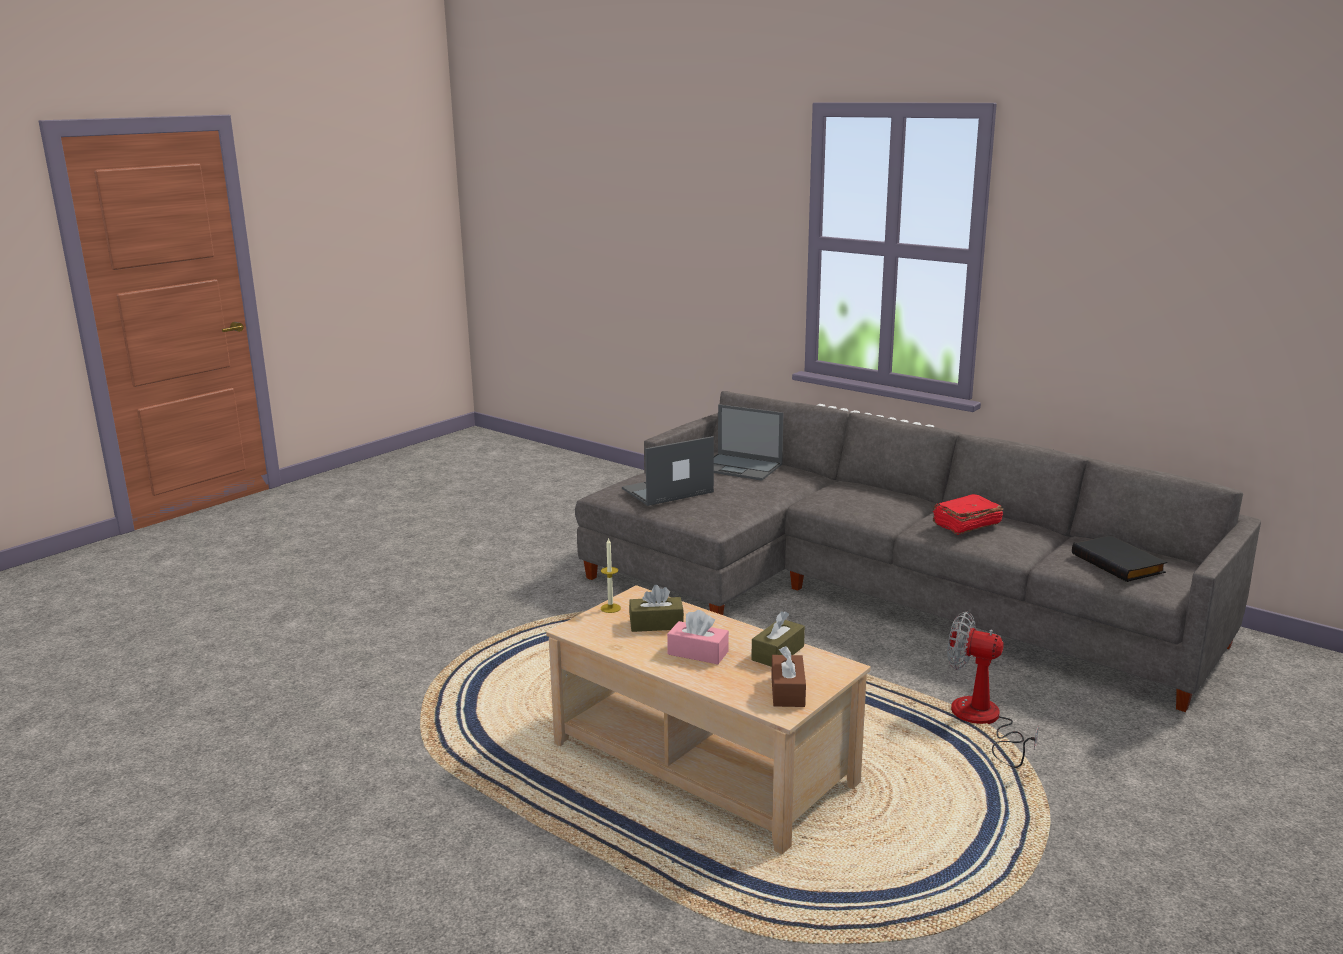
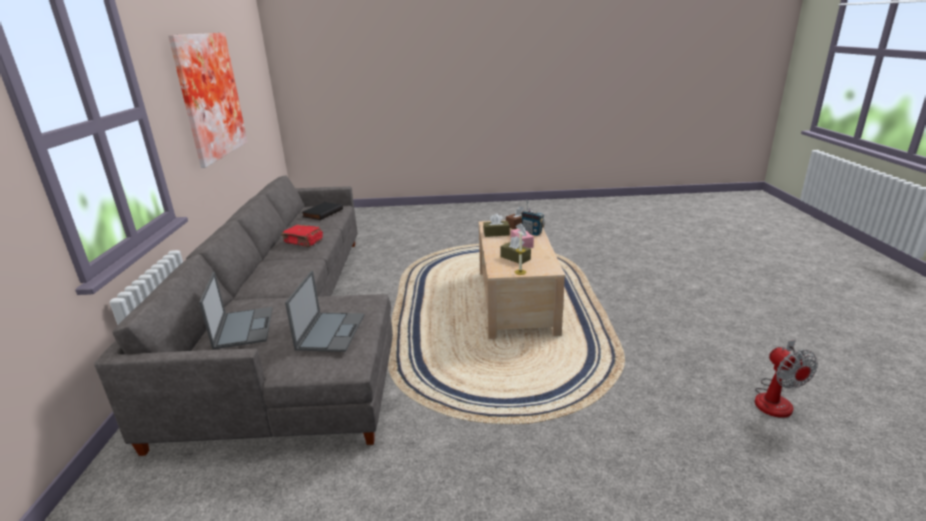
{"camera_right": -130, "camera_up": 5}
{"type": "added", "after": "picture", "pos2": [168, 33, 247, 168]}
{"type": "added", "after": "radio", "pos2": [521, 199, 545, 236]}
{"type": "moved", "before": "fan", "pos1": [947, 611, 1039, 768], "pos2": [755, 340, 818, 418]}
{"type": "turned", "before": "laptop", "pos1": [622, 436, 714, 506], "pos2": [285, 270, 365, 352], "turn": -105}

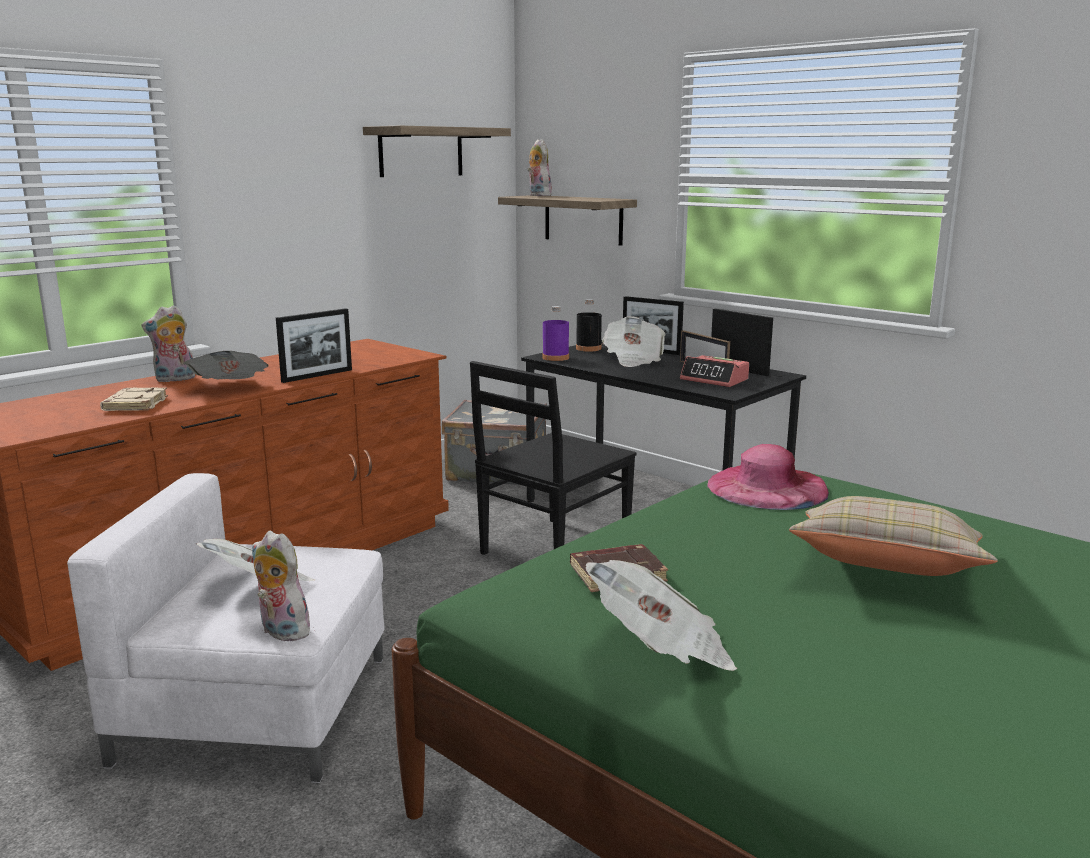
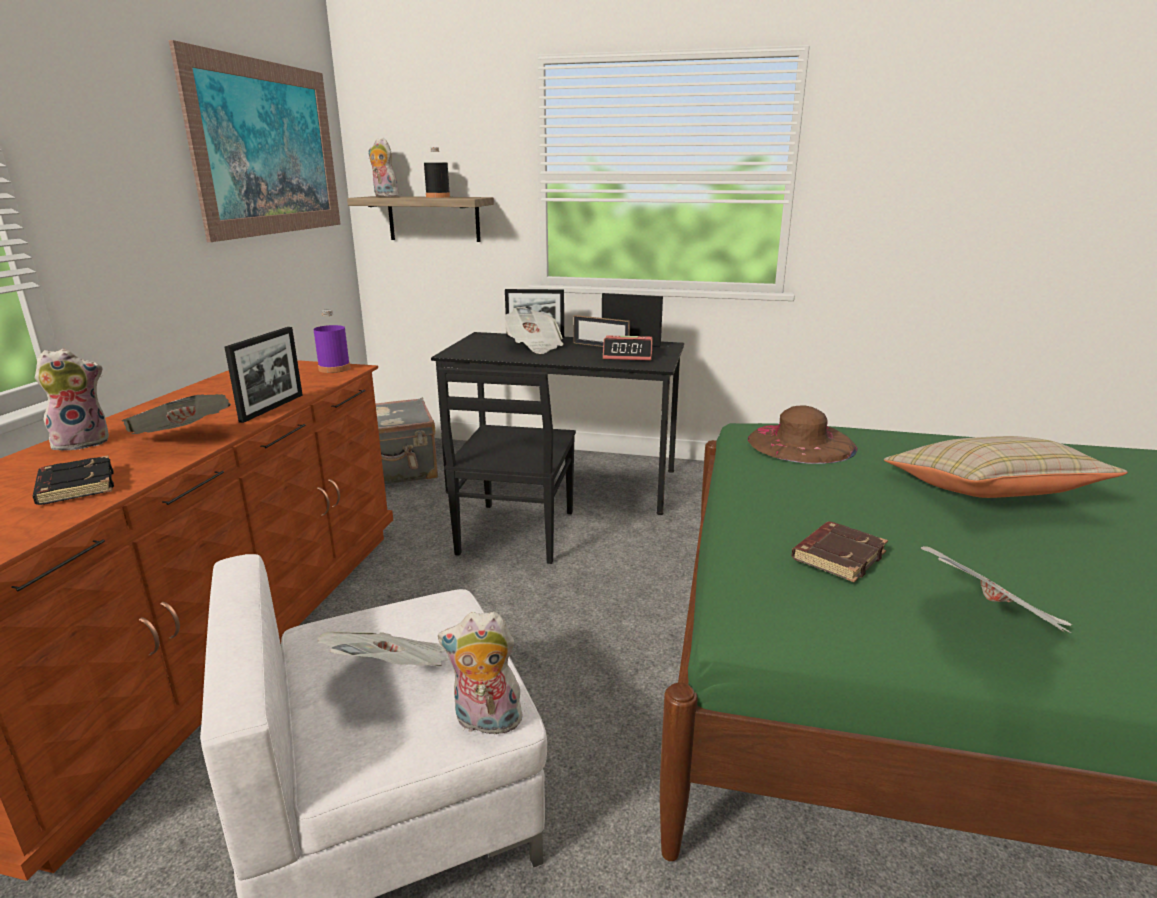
{"camera_right": -30, "camera_up": 5}
{"type": "moved", "before": "bottle/purple", "pos1": [542, 306, 569, 361], "pos2": [313, 309, 350, 373]}
{"type": "moved", "before": "bottle/black", "pos1": [576, 299, 602, 351], "pos2": [424, 147, 450, 198]}
{"type": "replaced", "before": "shelf", "after": "picture", "pos1": [363, 126, 511, 177], "pos2": [169, 40, 340, 242]}
{"type": "recoloured", "before": "book/beige", "after": "book/black", "pos1": [100, 387, 168, 411], "pos2": [33, 455, 114, 505]}
{"type": "recoloured", "before": "hat/pink", "after": "hat/brown", "pos1": [707, 444, 829, 510], "pos2": [748, 406, 858, 464]}
{"type": "turned", "before": "plush toy", "pos1": [141, 305, 195, 383], "pos2": [35, 349, 109, 451], "turn": -150}

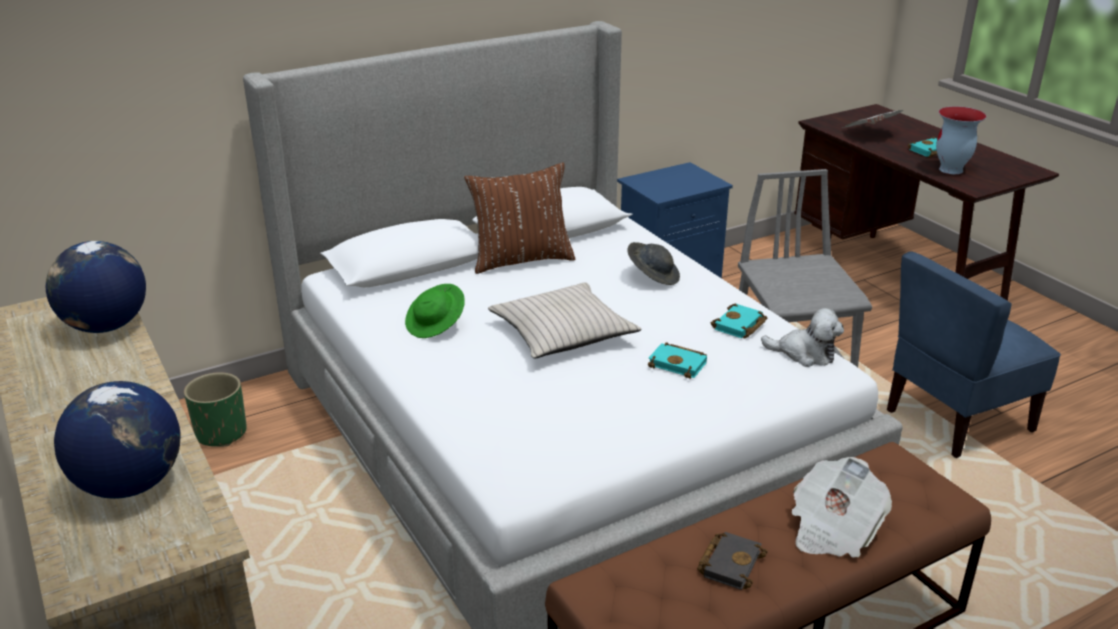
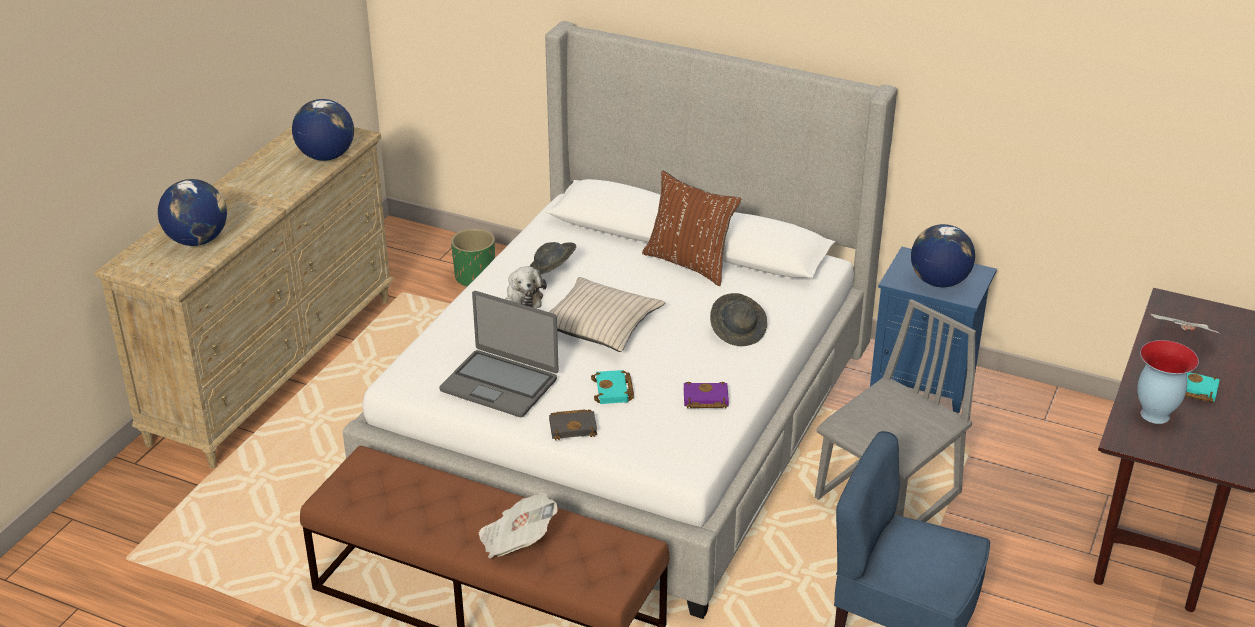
{"camera_right": 55, "camera_up": 5}
{"type": "added", "after": "laptop", "pos2": [439, 291, 558, 417]}
{"type": "added", "after": "globe", "pos2": [911, 224, 975, 287]}
{"type": "moved", "before": "book/black", "pos1": [697, 532, 767, 590], "pos2": [549, 409, 597, 440]}
{"type": "moved", "before": "plush toy", "pos1": [761, 308, 844, 367], "pos2": [505, 266, 547, 308]}
{"type": "recoloured", "before": "hat/green", "after": "hat/grey", "pos1": [405, 284, 464, 338], "pos2": [530, 242, 576, 274]}
{"type": "recoloured", "before": "book/turquoise", "after": "book/purple", "pos1": [711, 304, 767, 338], "pos2": [684, 381, 729, 408]}

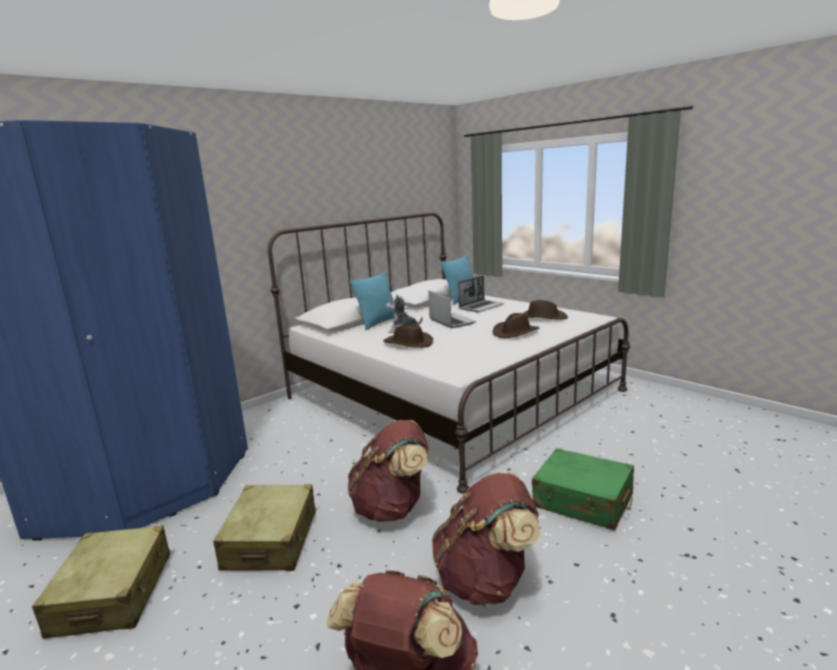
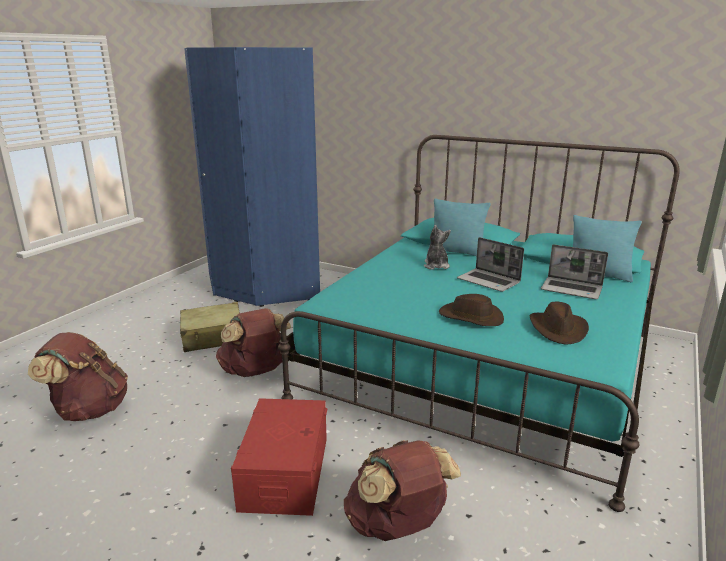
{"camera_right": 70, "camera_up": 5}
{"type": "removed", "before": "suitcase/beige", "pos1": [32, 526, 170, 639]}
{"type": "removed", "before": "hat/brown", "pos1": [383, 324, 433, 348]}
{"type": "moved", "before": "backpack/brown", "pos1": [432, 472, 540, 605], "pos2": [344, 440, 461, 541]}
{"type": "replaced", "before": "suitcase/green", "after": "storage box/red", "pos1": [532, 448, 634, 531], "pos2": [231, 398, 327, 516]}
{"type": "recoloured", "before": "bed/white", "after": "bed/turquoise", "pos1": [268, 212, 630, 493], "pos2": [278, 135, 680, 512]}
{"type": "turned", "before": "laptop", "pos1": [428, 291, 476, 328], "pos2": [457, 237, 524, 292], "turn": 90}

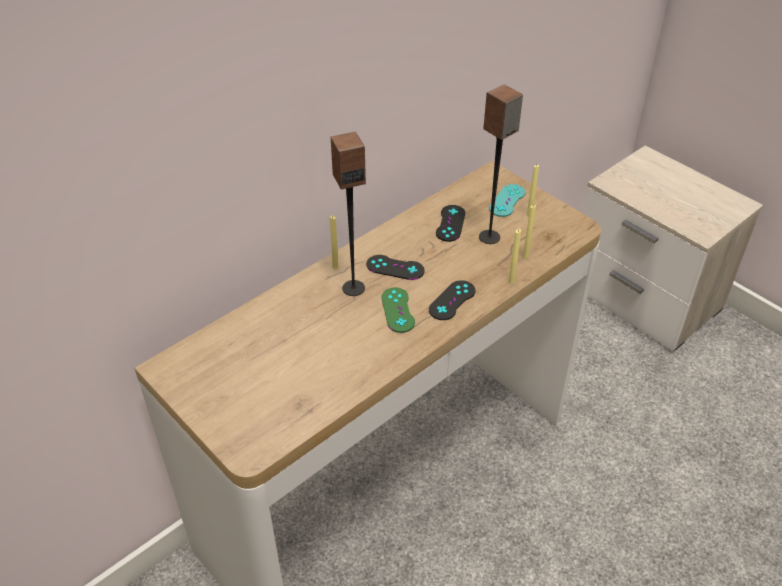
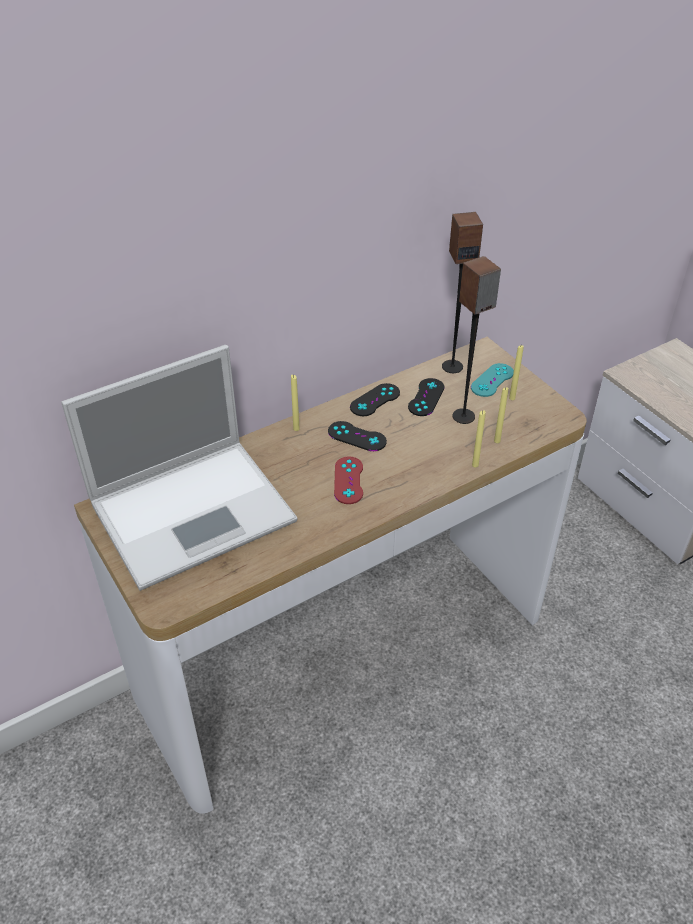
{"camera_right": 10, "camera_up": 0}
{"type": "added", "after": "laptop", "pos2": [61, 345, 298, 591]}
{"type": "moved", "before": "speaker", "pos1": [331, 132, 366, 296], "pos2": [442, 212, 483, 373]}
{"type": "moved", "before": "game controller/black", "pos1": [429, 280, 475, 320], "pos2": [350, 383, 400, 416]}
{"type": "recoloured", "before": "game controller/green", "after": "game controller/red", "pos1": [382, 287, 415, 333], "pos2": [334, 456, 363, 504]}

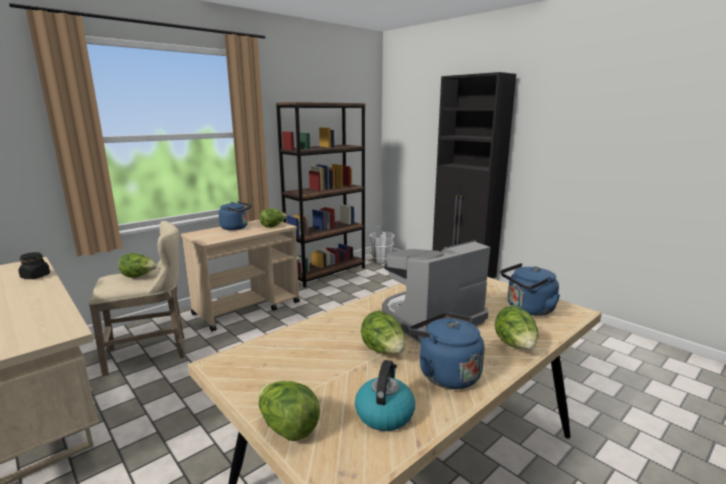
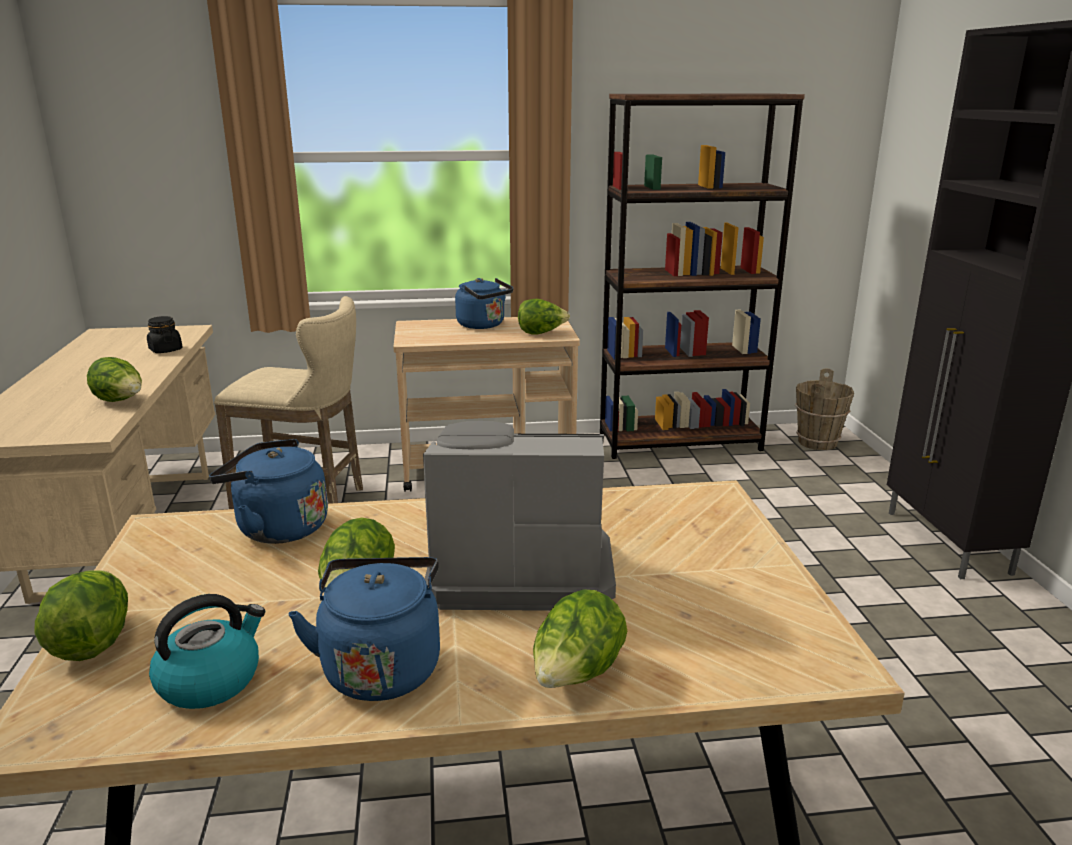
{"camera_right": 35, "camera_up": 5}
{"type": "moved", "before": "lettuce", "pos1": [119, 253, 158, 278], "pos2": [87, 357, 142, 402]}
{"type": "moved", "before": "kettle/blue", "pos1": [501, 263, 560, 316], "pos2": [209, 439, 328, 544]}
{"type": "recoloured", "before": "bucket/white", "after": "bucket/brown", "pos1": [369, 226, 394, 263], "pos2": [795, 368, 854, 450]}

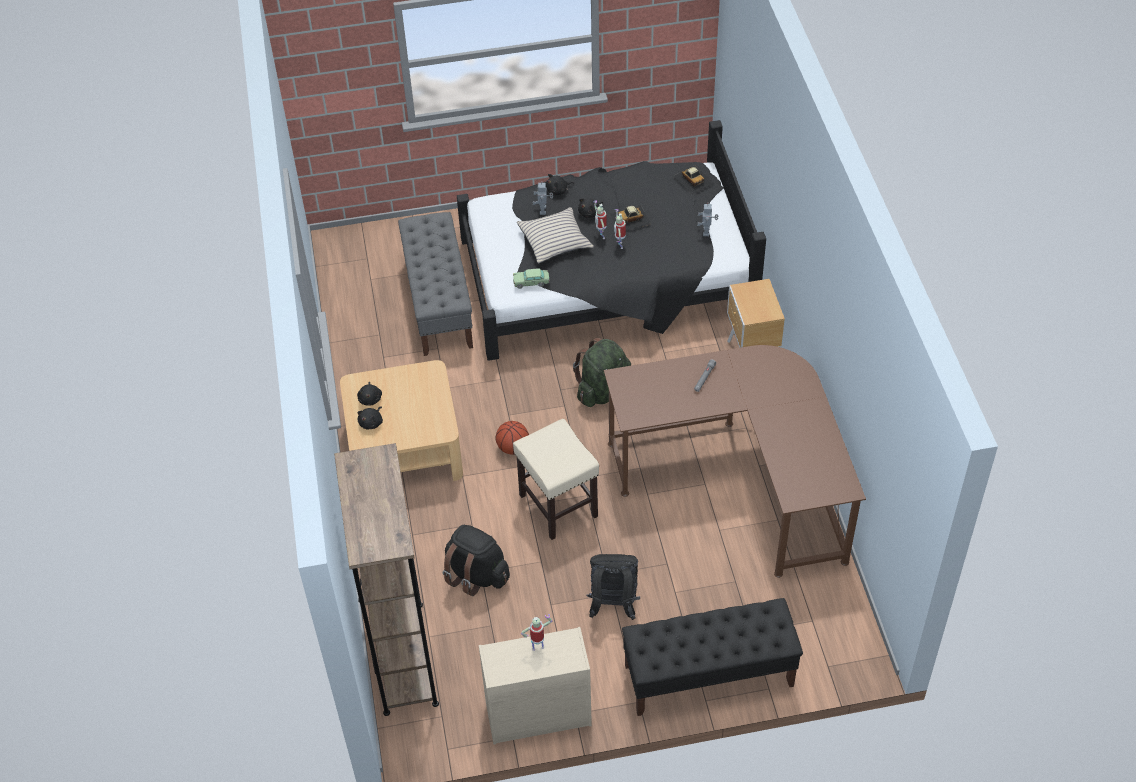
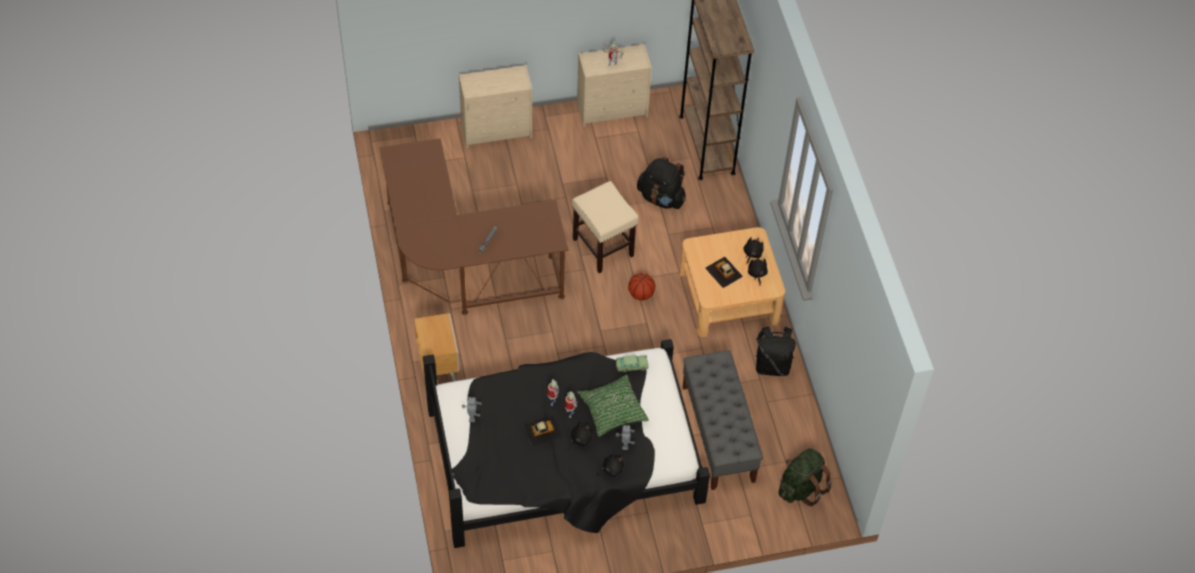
{"camera_right": 175, "camera_up": 5}
{"type": "moved", "before": "backpack/green", "pos1": [573, 338, 631, 407], "pos2": [778, 448, 832, 506]}
{"type": "moved", "before": "backpack/black", "pos1": [586, 554, 640, 620], "pos2": [753, 326, 796, 376]}
{"type": "moved", "before": "toy car", "pos1": [673, 165, 715, 195], "pos2": [705, 257, 743, 288]}
{"type": "replaced", "before": "bench/black", "after": "dresser/beige", "pos1": [622, 598, 803, 716], "pos2": [459, 65, 532, 148]}
{"type": "recoloured", "before": "pillow/beige", "after": "pillow/green", "pos1": [517, 207, 594, 264], "pos2": [577, 374, 649, 437]}

